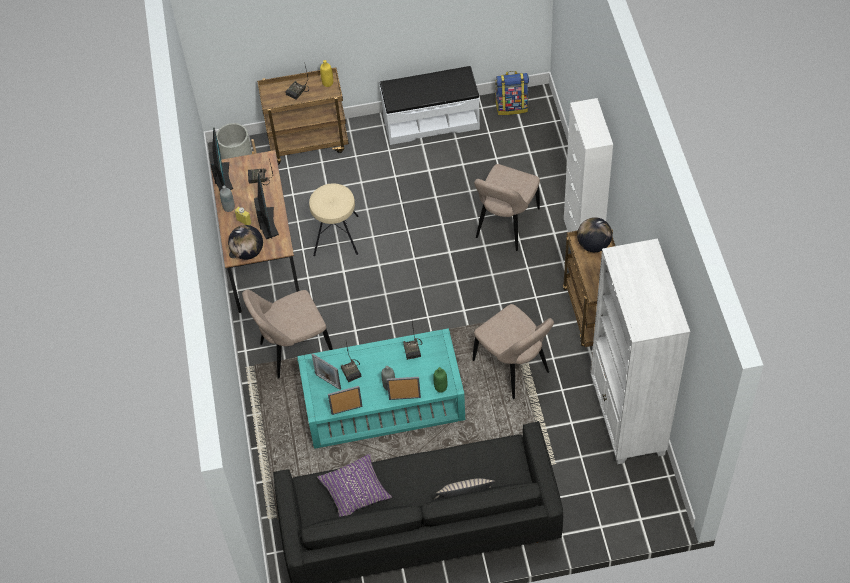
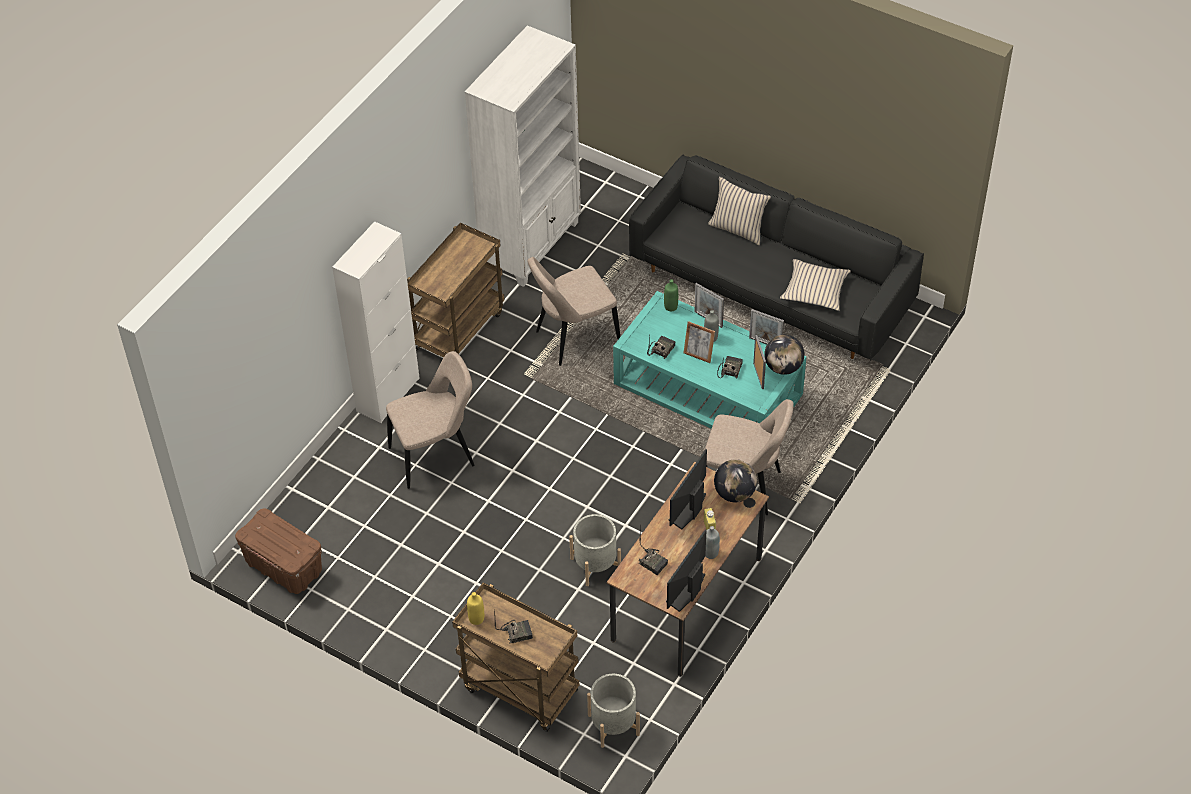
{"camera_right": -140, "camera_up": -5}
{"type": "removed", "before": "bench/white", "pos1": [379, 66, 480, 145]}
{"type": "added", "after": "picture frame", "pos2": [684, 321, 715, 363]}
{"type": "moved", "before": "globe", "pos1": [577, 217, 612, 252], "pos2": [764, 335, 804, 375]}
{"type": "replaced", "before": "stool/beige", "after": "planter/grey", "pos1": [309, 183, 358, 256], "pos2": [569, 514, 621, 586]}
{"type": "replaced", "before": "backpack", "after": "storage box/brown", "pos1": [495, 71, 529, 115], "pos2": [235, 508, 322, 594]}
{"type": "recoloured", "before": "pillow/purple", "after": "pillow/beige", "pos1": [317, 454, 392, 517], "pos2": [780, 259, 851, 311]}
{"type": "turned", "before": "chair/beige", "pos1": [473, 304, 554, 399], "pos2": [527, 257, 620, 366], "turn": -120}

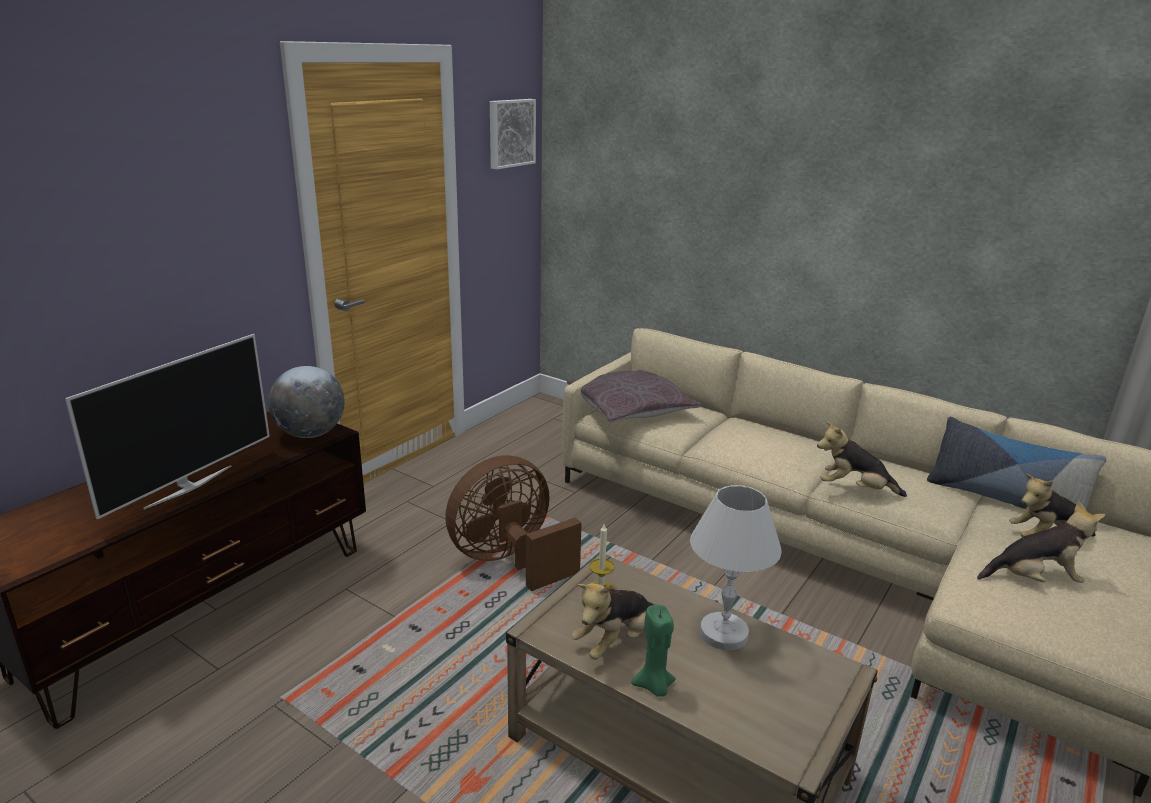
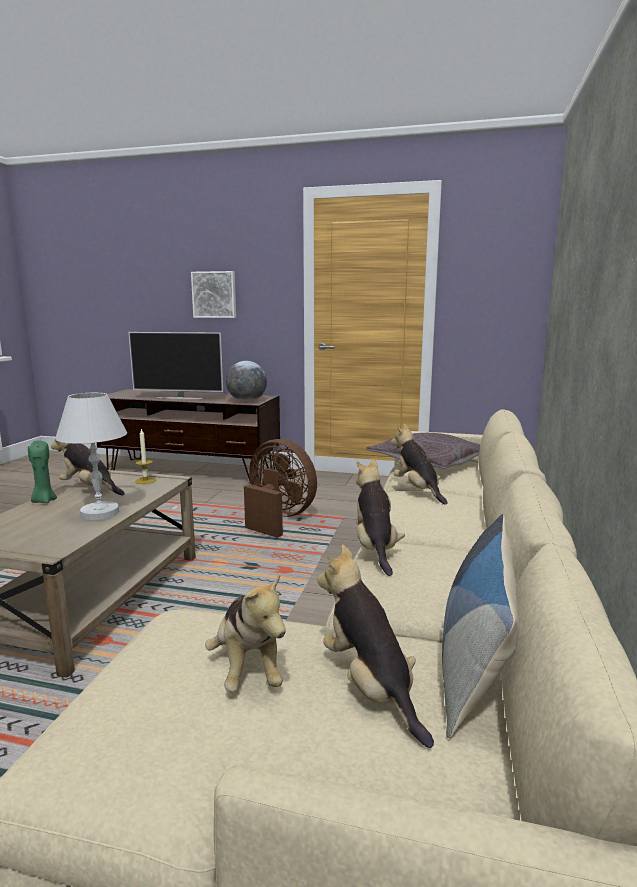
{"camera_right": 70, "camera_up": -10}
{"type": "added", "after": "plush toy", "pos2": [391, 424, 447, 505]}
{"type": "moved", "before": "picture", "pos1": [490, 99, 536, 170], "pos2": [191, 271, 236, 318]}

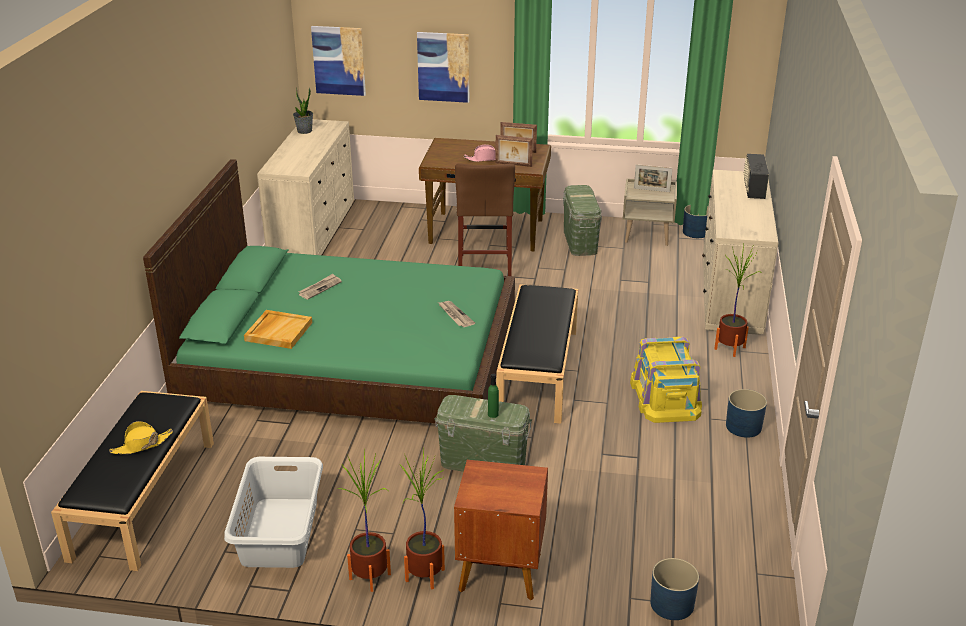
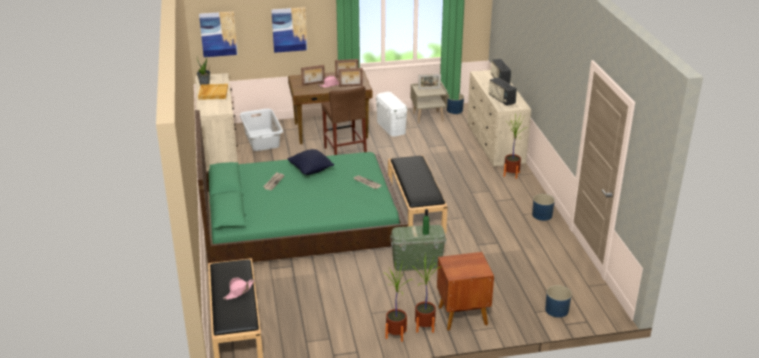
{"camera_right": -20, "camera_up": 0}
{"type": "removed", "before": "storage box/yellow", "pos1": [630, 337, 702, 423]}
{"type": "added", "after": "pillow/black", "pos2": [287, 149, 334, 175]}
{"type": "added", "after": "picture frame", "pos2": [301, 65, 325, 86]}
{"type": "added", "after": "radio", "pos2": [488, 77, 517, 106]}
{"type": "moved", "before": "laundry basket/grey", "pos1": [224, 457, 323, 568], "pos2": [240, 109, 283, 151]}
{"type": "moved", "before": "tray/beige", "pos1": [244, 310, 312, 349], "pos2": [198, 84, 228, 100]}
{"type": "recoloured", "before": "hat/yellow", "after": "hat/pink", "pos1": [109, 421, 173, 454], "pos2": [223, 278, 254, 300]}
{"type": "recoloured", "before": "storage box/green", "after": "storage box/white", "pos1": [563, 185, 602, 256], "pos2": [376, 92, 408, 137]}

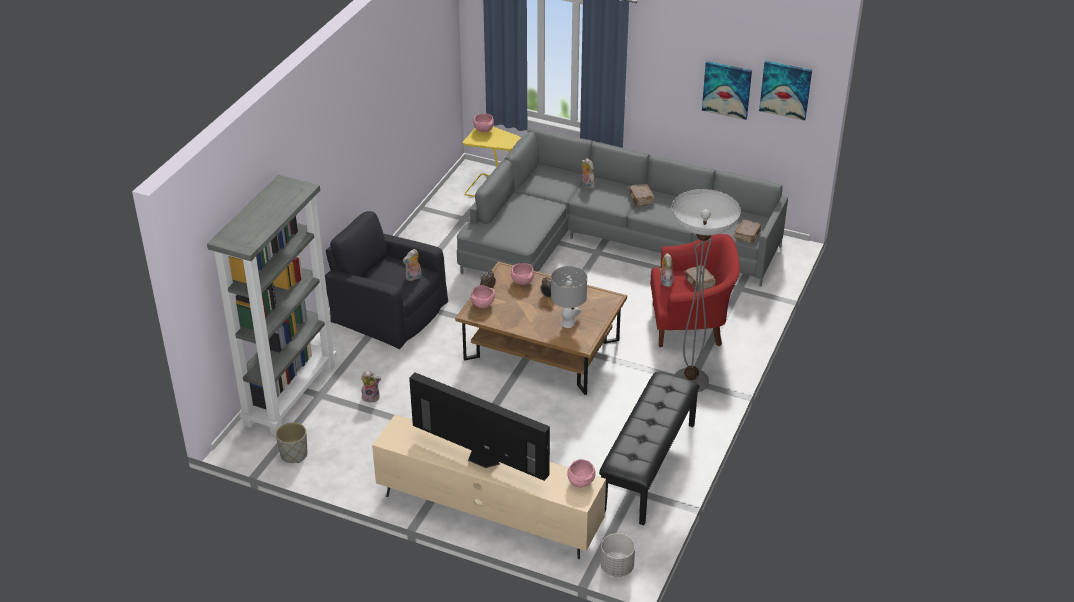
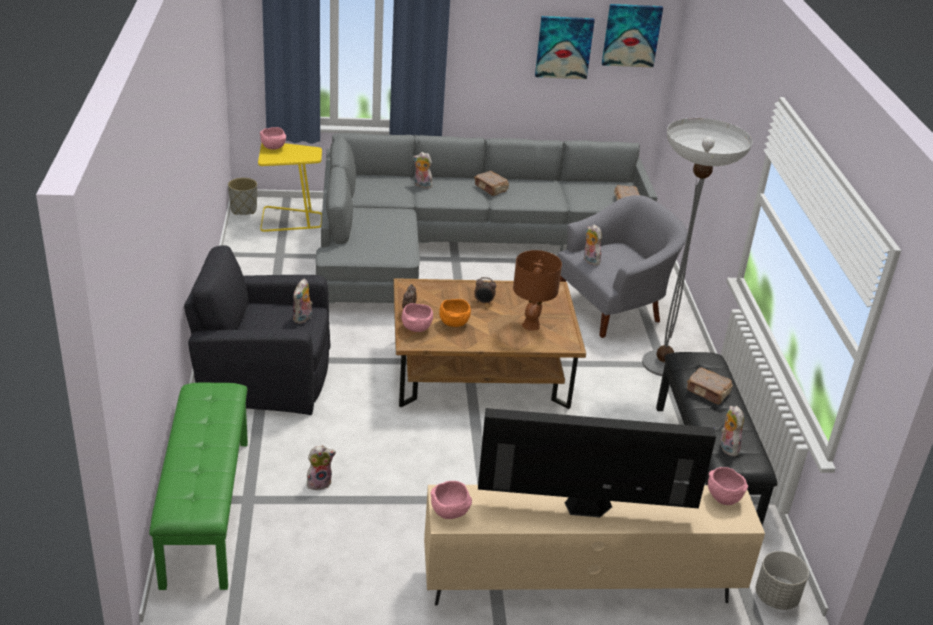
{"camera_right": -30, "camera_up": -5}
{"type": "added", "after": "bowl/orange", "pos2": [439, 299, 471, 327]}
{"type": "added", "after": "plush toy", "pos2": [720, 406, 744, 456]}
{"type": "moved", "before": "planter/grey", "pos1": [276, 422, 307, 463], "pos2": [228, 178, 257, 215]}
{"type": "moved", "before": "bowl/pink", "pos1": [511, 263, 534, 285], "pos2": [430, 481, 472, 519]}
{"type": "moved", "before": "book/brown", "pos1": [684, 265, 716, 291], "pos2": [687, 367, 733, 405]}
{"type": "replaced", "before": "bookcase/grey", "after": "bench/green", "pos1": [207, 175, 337, 436], "pos2": [149, 382, 248, 590]}
{"type": "recoloured", "before": "table lamp/grey", "after": "table lamp/brown", "pos1": [551, 266, 587, 328], "pos2": [513, 250, 562, 331]}
{"type": "recoloured", "before": "armchair/red", "after": "armchair/grey", "pos1": [650, 234, 740, 347], "pos2": [557, 195, 687, 338]}

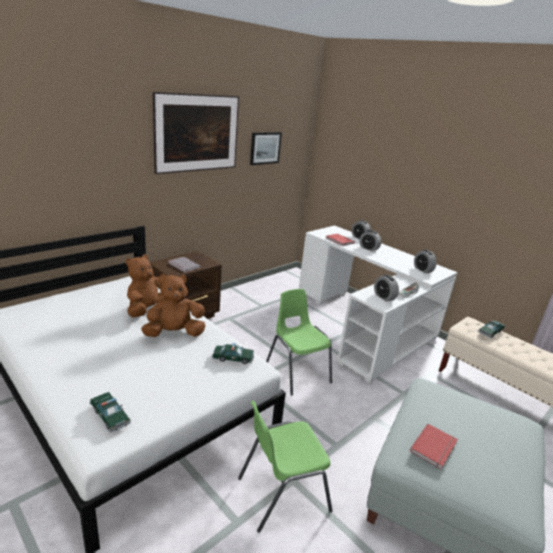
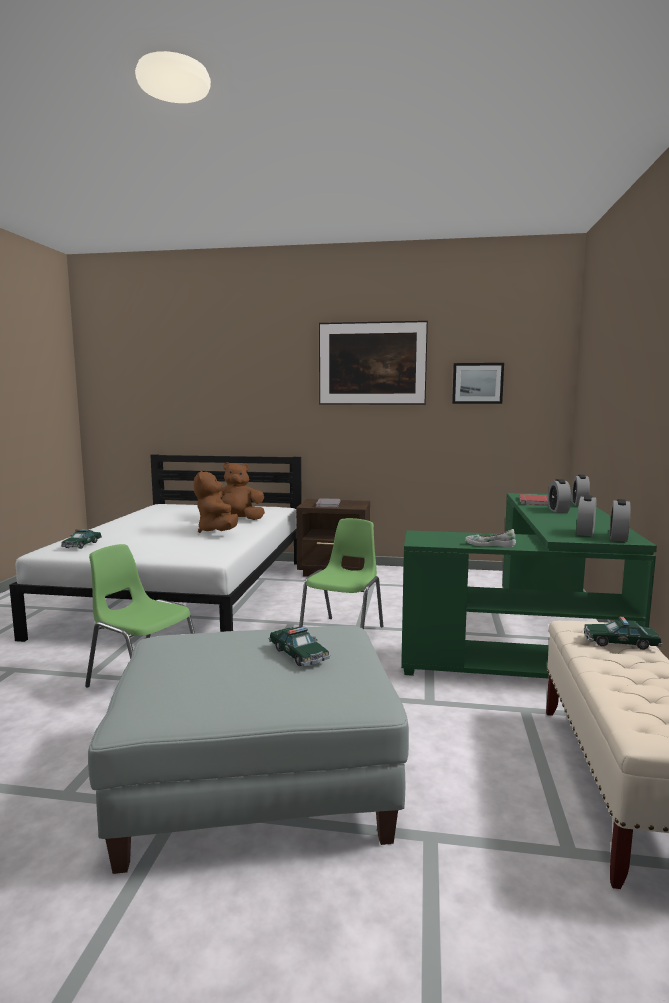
{"camera_right": 55, "camera_up": -15}
{"type": "removed", "before": "book/red", "pos1": [410, 424, 458, 470]}
{"type": "moved", "before": "toy car", "pos1": [212, 343, 254, 364], "pos2": [268, 627, 330, 666]}
{"type": "moved", "before": "alarm clock", "pos1": [374, 274, 399, 302], "pos2": [610, 499, 630, 542]}
{"type": "recoloured", "before": "desk/white", "after": "desk/green", "pos1": [299, 225, 458, 384], "pos2": [401, 493, 657, 679]}
{"type": "turned", "before": "plush toy/brown", "pos1": [141, 274, 206, 337], "pos2": [194, 471, 238, 533], "turn": -135}

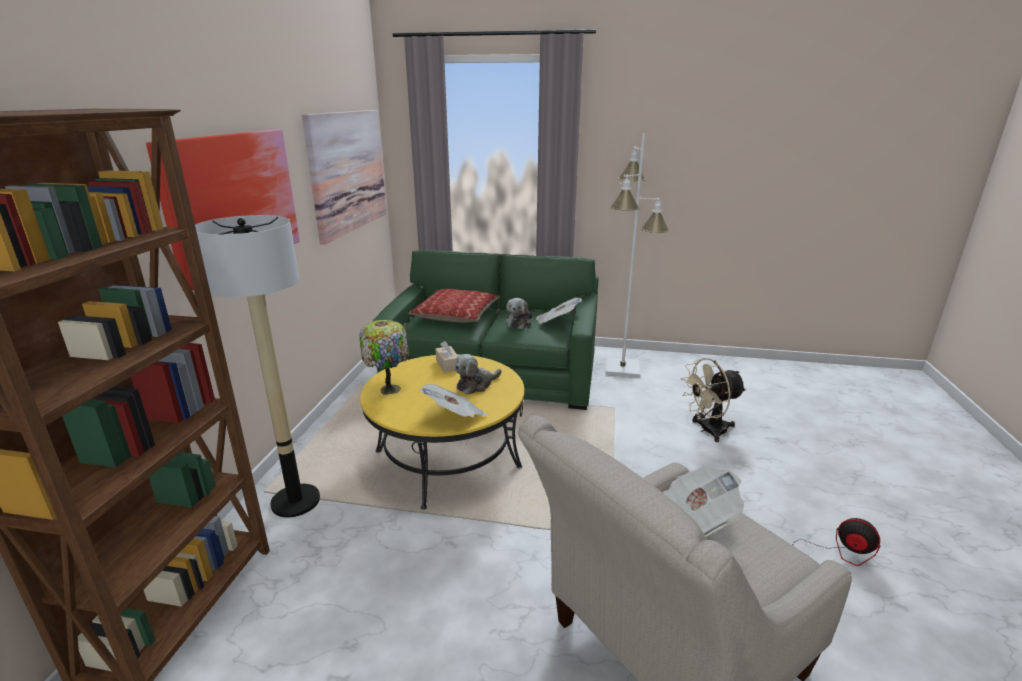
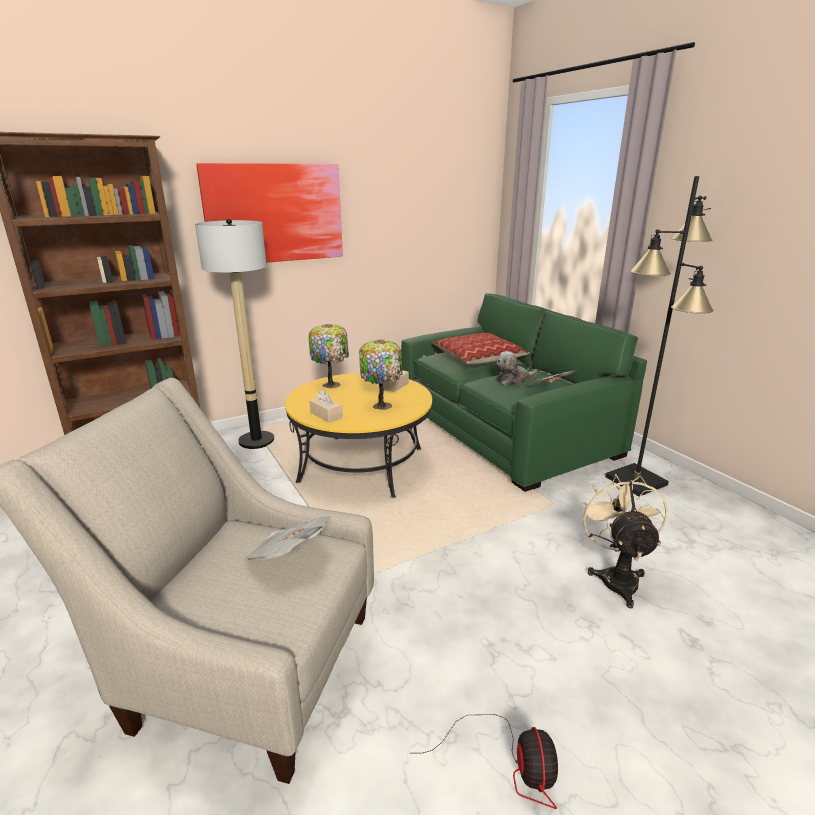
{"camera_right": 50, "camera_up": 0}
{"type": "removed", "before": "picture", "pos1": [302, 110, 386, 245]}
{"type": "replaced", "before": "newspaper", "after": "tissue box/beige", "pos1": [419, 384, 487, 417], "pos2": [309, 390, 343, 423]}
{"type": "replaced", "before": "plush toy", "after": "table lamp", "pos1": [455, 354, 501, 395], "pos2": [359, 339, 403, 410]}
{"type": "recoloured", "before": "floor lamp/white", "after": "floor lamp/black", "pos1": [605, 133, 670, 378], "pos2": [605, 176, 714, 497]}
{"type": "turned", "before": "fan/beige", "pos1": [681, 358, 746, 442], "pos2": [580, 474, 668, 608], "turn": 60}

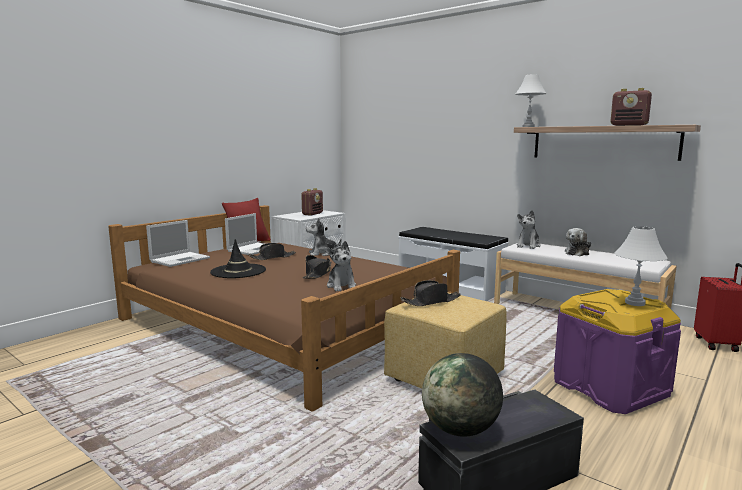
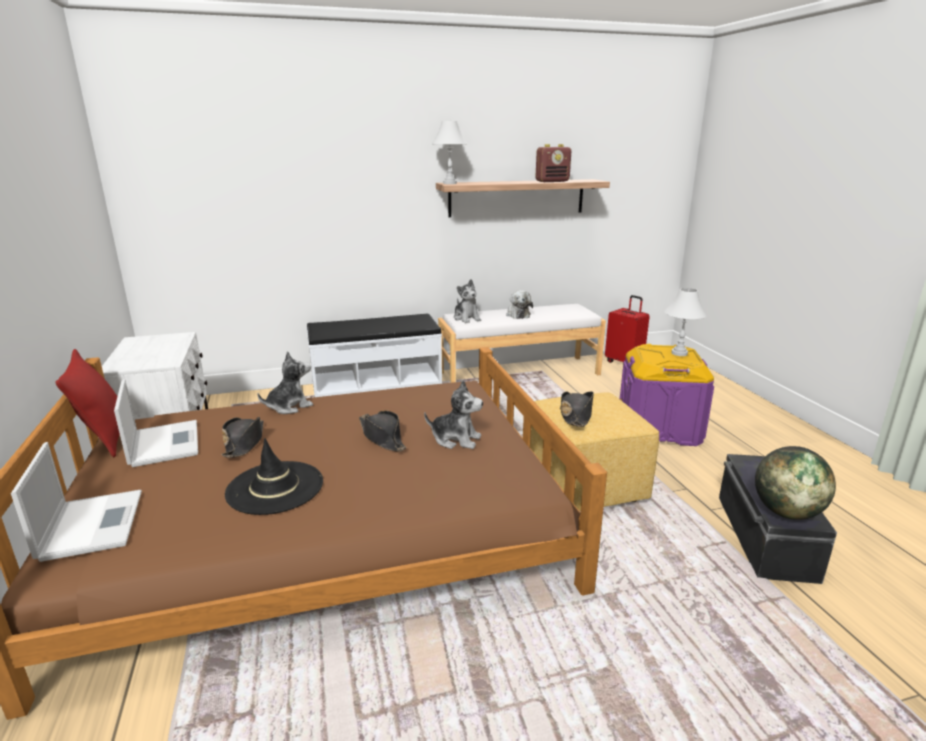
{"camera_right": -55, "camera_up": 10}
{"type": "removed", "before": "radio", "pos1": [301, 188, 323, 216]}
{"type": "turned", "before": "plush toy", "pos1": [306, 218, 342, 256], "pos2": [257, 351, 313, 414], "turn": -150}

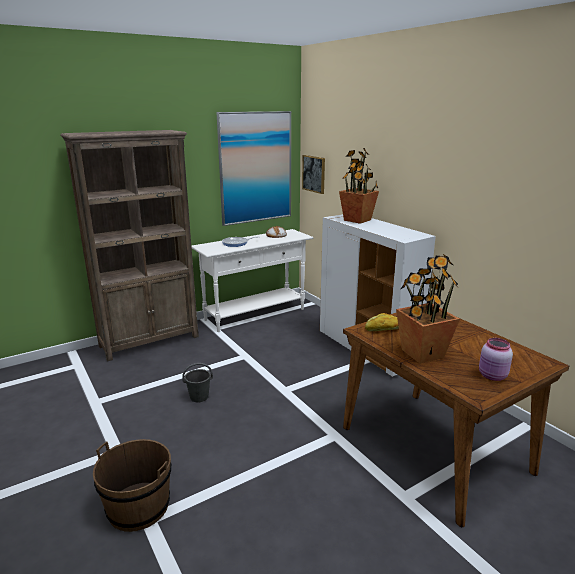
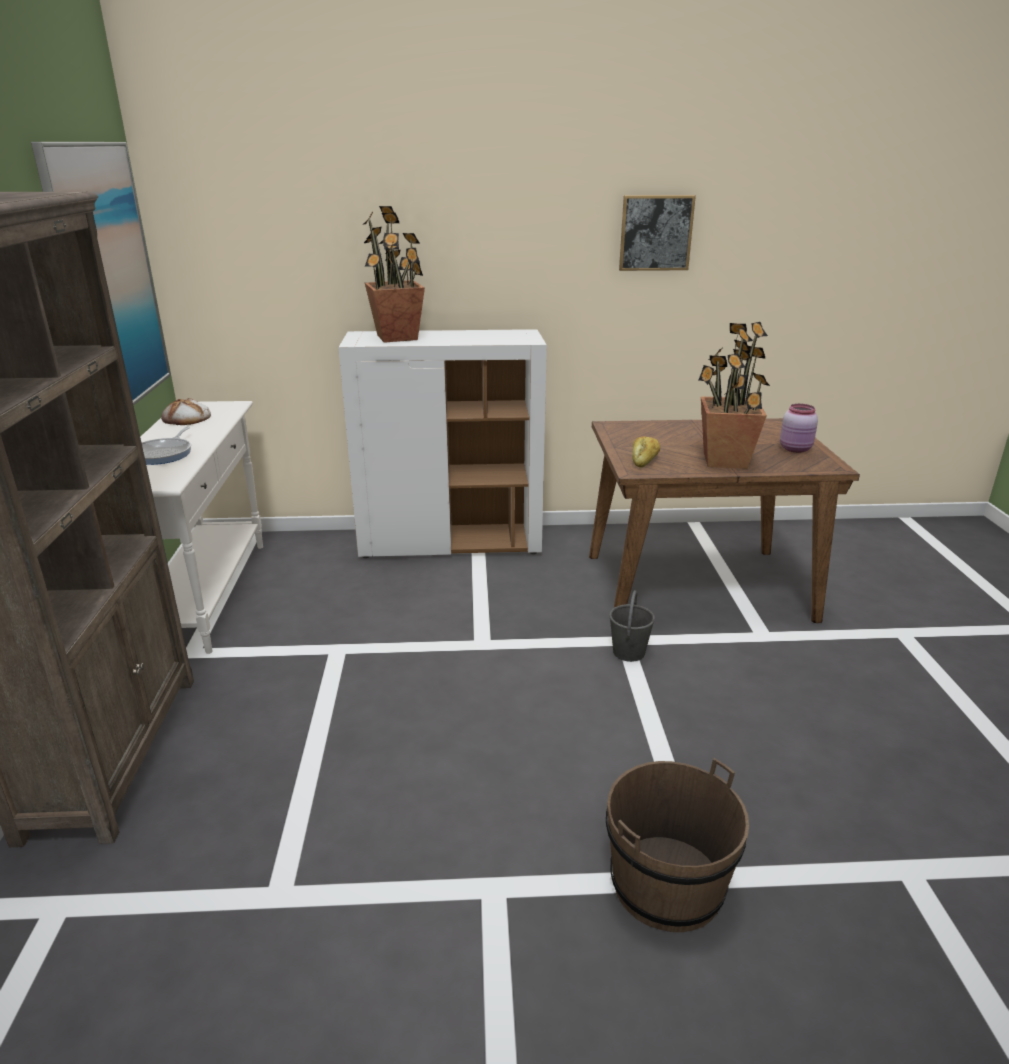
{"camera_right": -60, "camera_up": 5}
{"type": "moved", "before": "bucket/grey", "pos1": [182, 363, 213, 403], "pos2": [609, 590, 655, 662]}
{"type": "moved", "before": "picture", "pos1": [302, 155, 325, 194], "pos2": [619, 195, 696, 271]}

